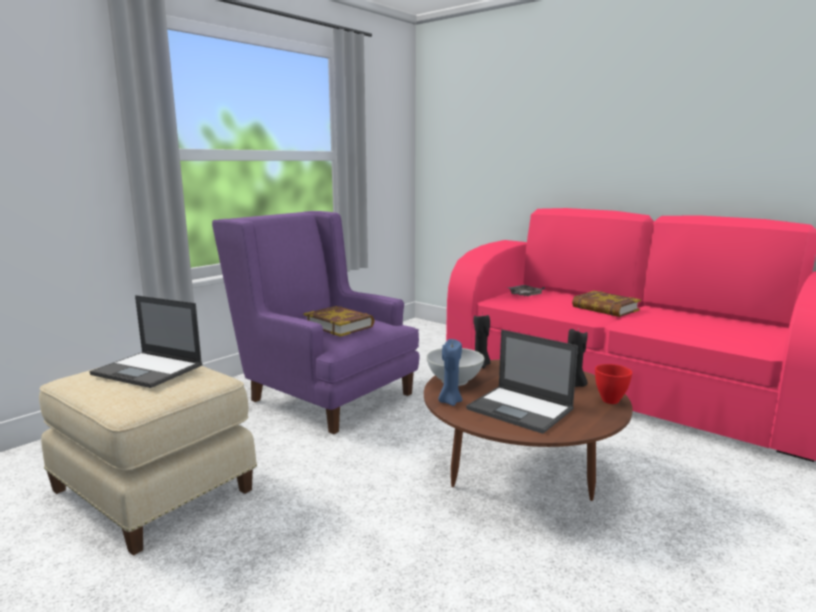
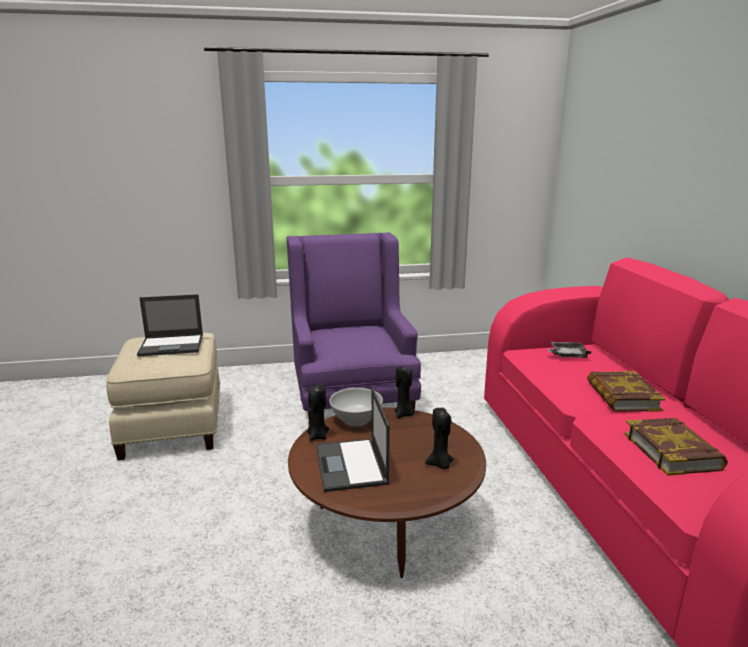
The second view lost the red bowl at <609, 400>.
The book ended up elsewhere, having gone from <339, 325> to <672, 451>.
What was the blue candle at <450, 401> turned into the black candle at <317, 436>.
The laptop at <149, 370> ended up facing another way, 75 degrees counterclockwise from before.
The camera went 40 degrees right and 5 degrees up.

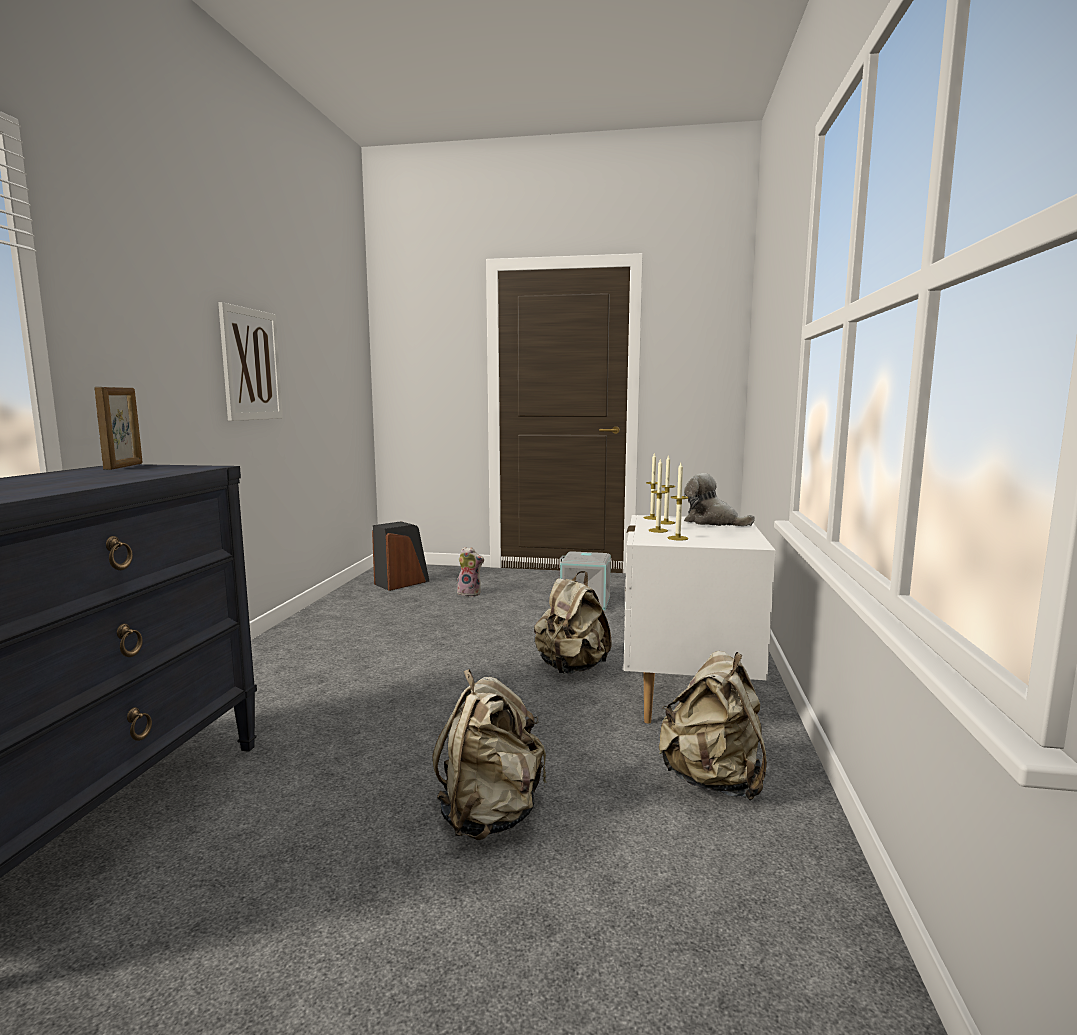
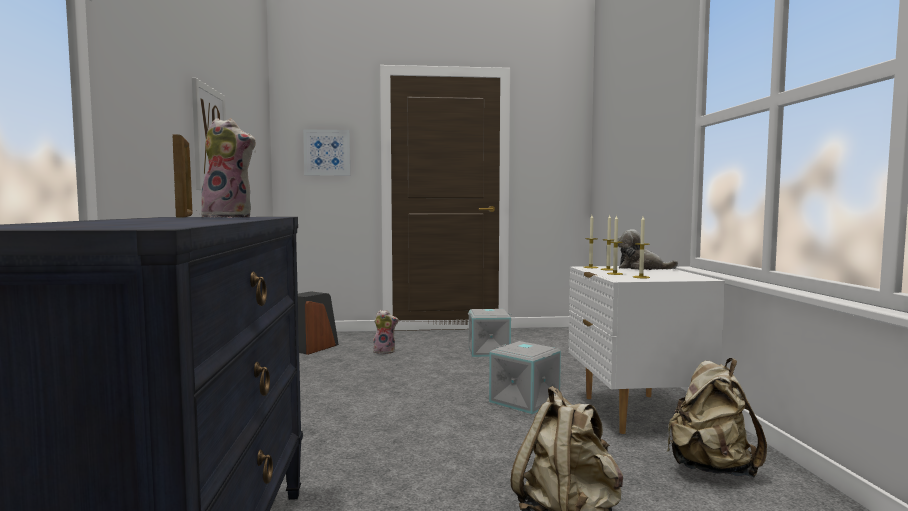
The second view gained the plush toy at <230, 217>.
The second view gained the picture at <327, 152>.
Where the beige backpack stood at <571, 668>, the grey storage box came to stand at <525, 400>.
The camera went 15 degrees left and 5 degrees down.

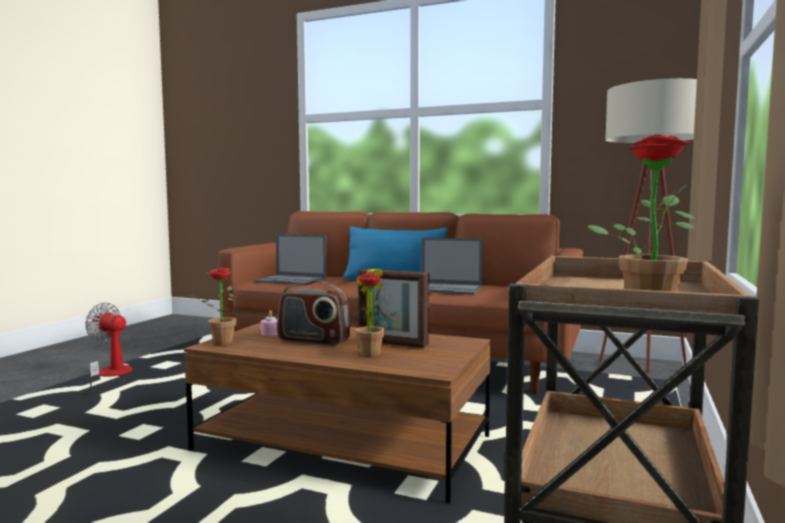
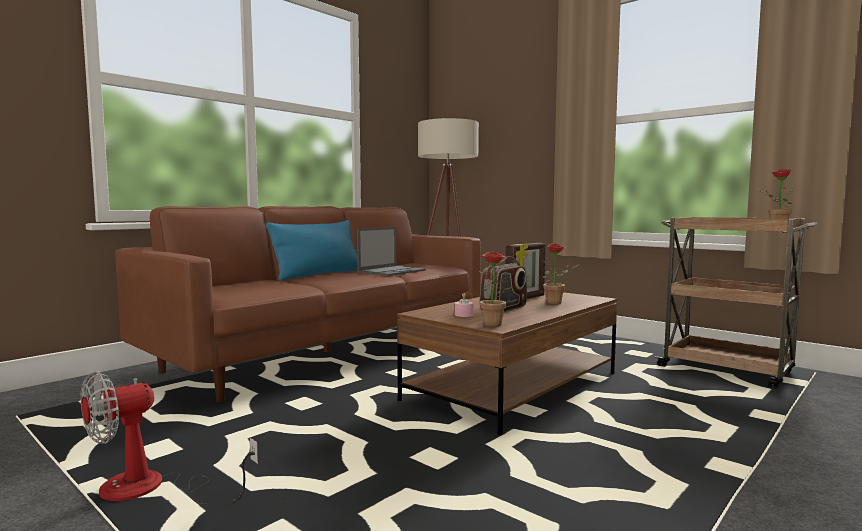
The second view lost the laptop at <292, 280>.
The camera went 70 degrees left and 0 degrees up.

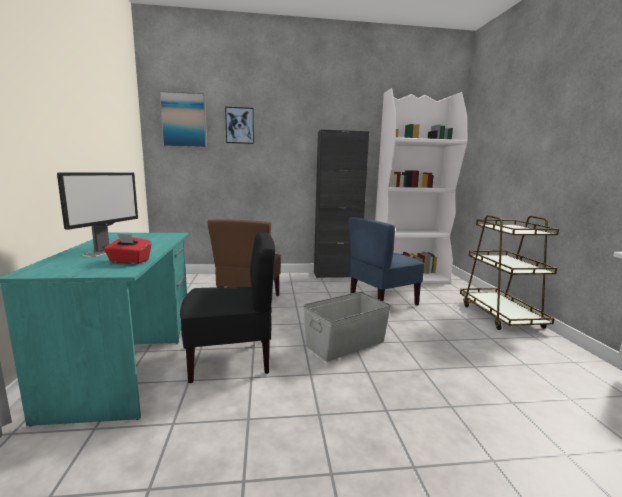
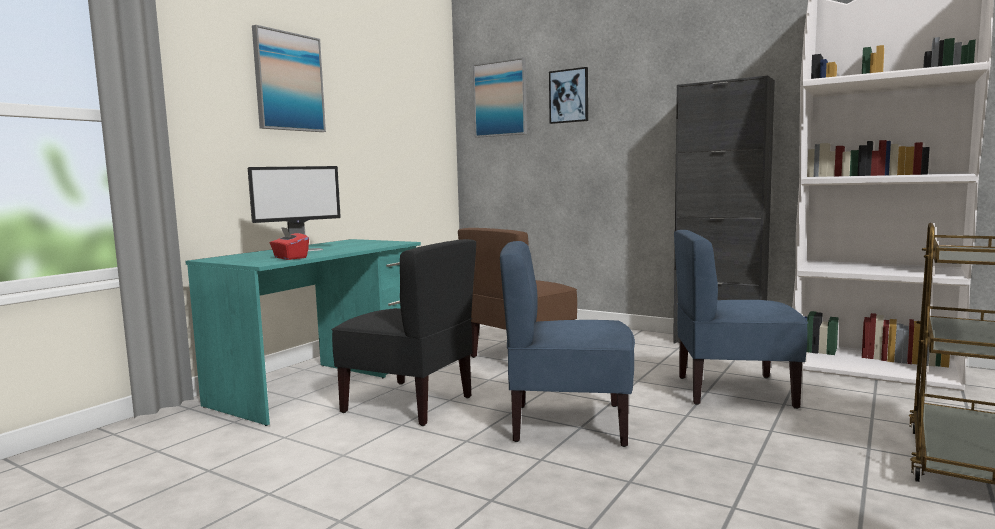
The second view gained the picture at <288, 82>.
Where the grey storage box stood at <344, 343>, the blue chair came to stand at <568, 424>.
The camera went 40 degrees right and 5 degrees down.

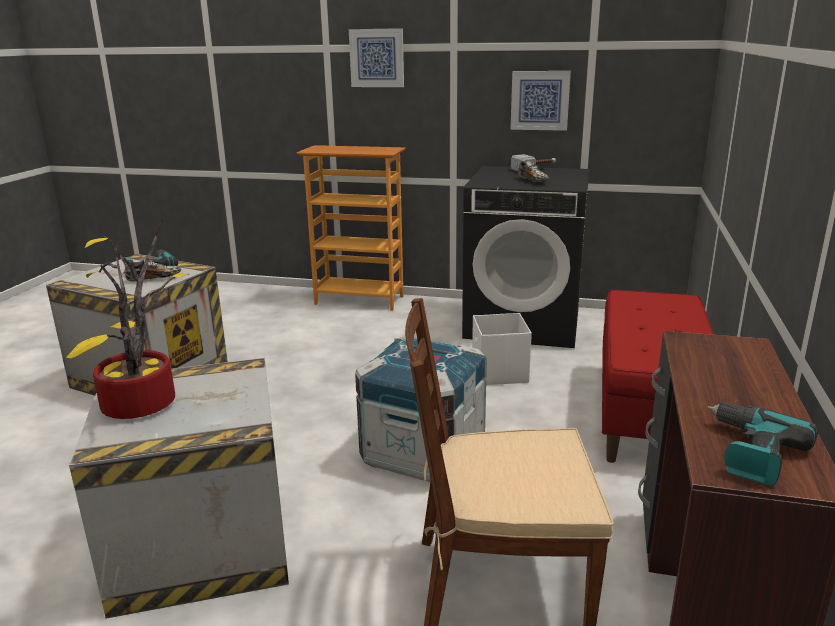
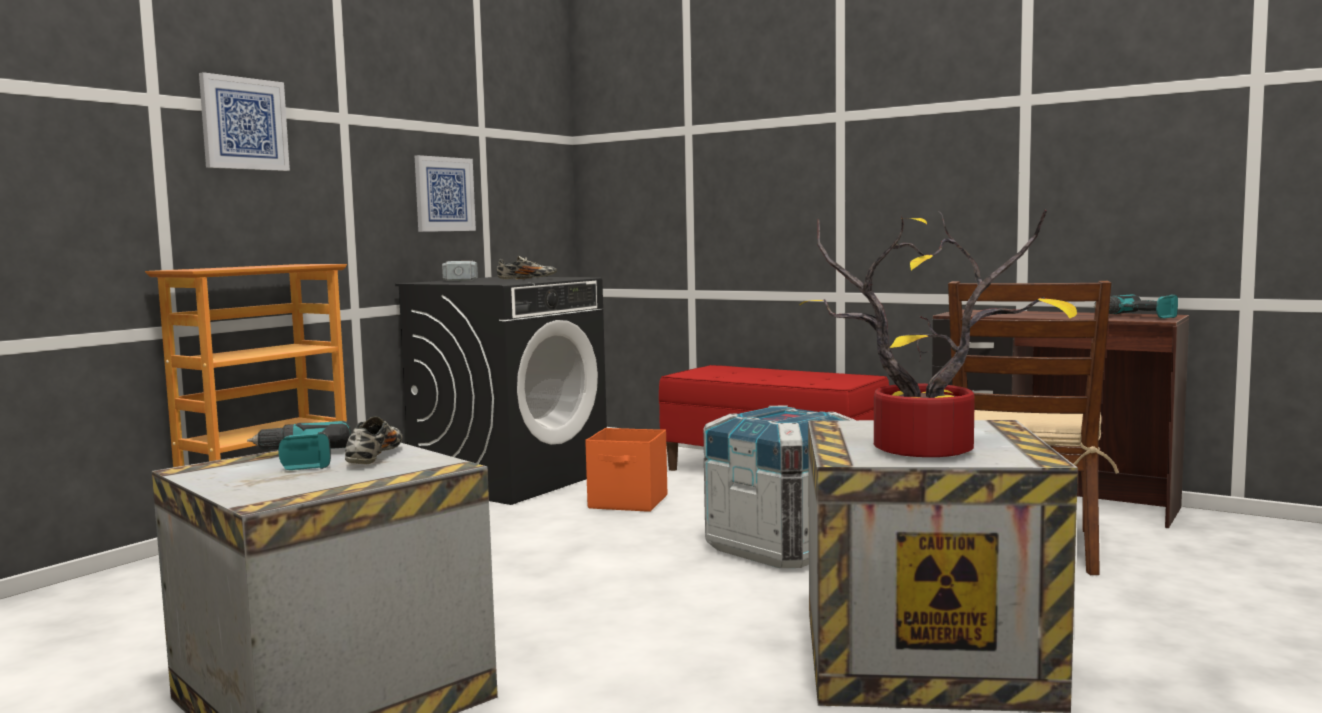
What was the white storage box at <499, 373> turned into the orange storage box at <629, 502>.
The camera went 70 degrees left and 15 degrees down.

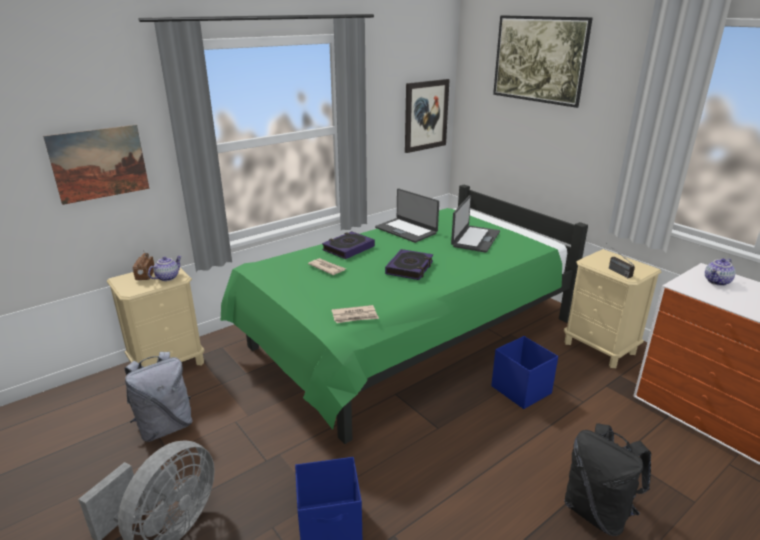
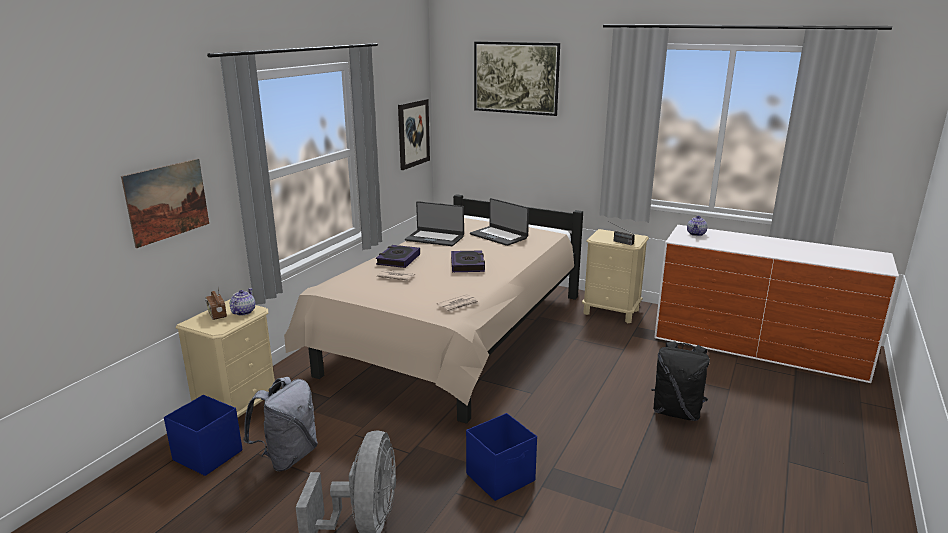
The blue storage box ended up elsewhere, having gone from <520, 389> to <207, 455>.
What was the green bed at <406, 337> turned into the beige bed at <455, 337>.
The laptop at <475, 239> ended up facing another way, 135 degrees clockwise from before.
The camera went 25 degrees left and 5 degrees down.

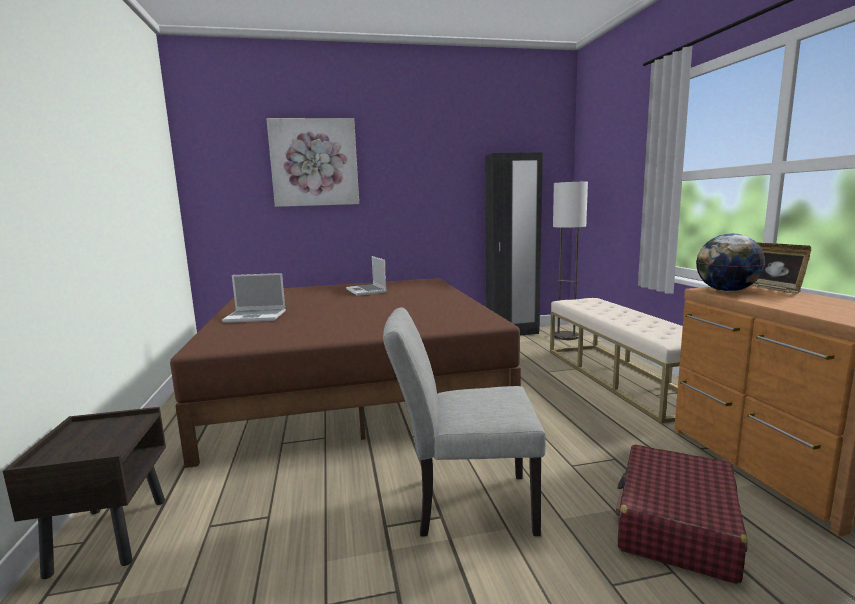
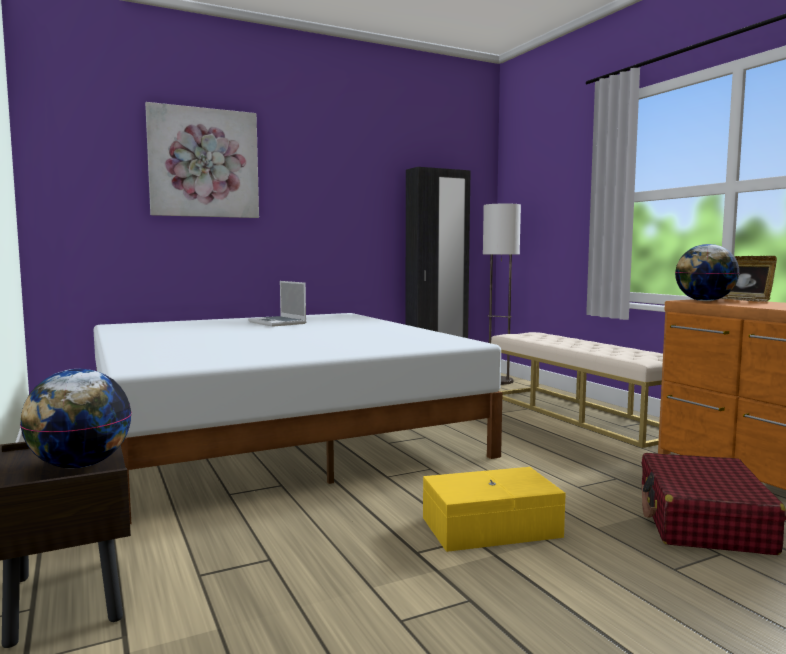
The second view lost the laptop at <256, 317>.
The second view gained the globe at <80, 465>.
Where the grey chair stood at <463, 504>, the yellow storage box came to stand at <489, 526>.
What was the brown bed at <354, 381> turned into the white bed at <275, 431>.
The camera went 15 degrees left and 5 degrees down.

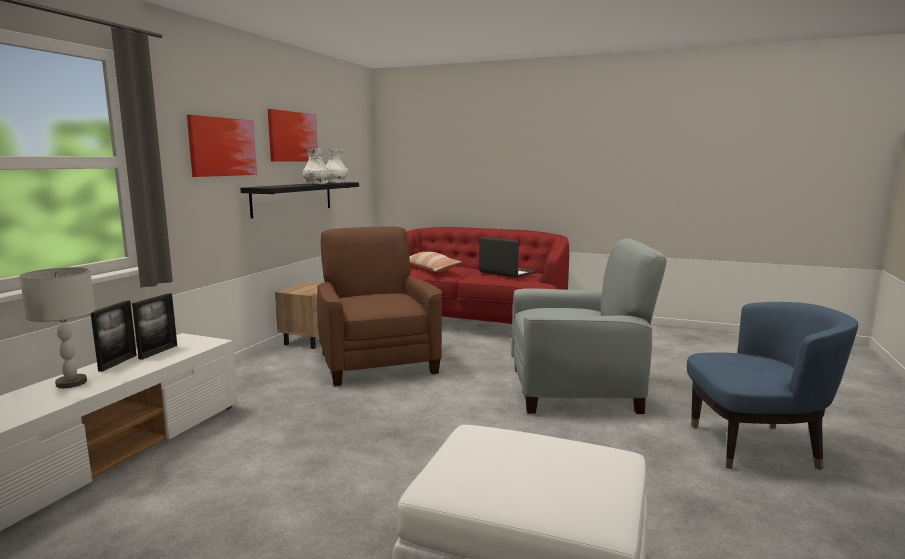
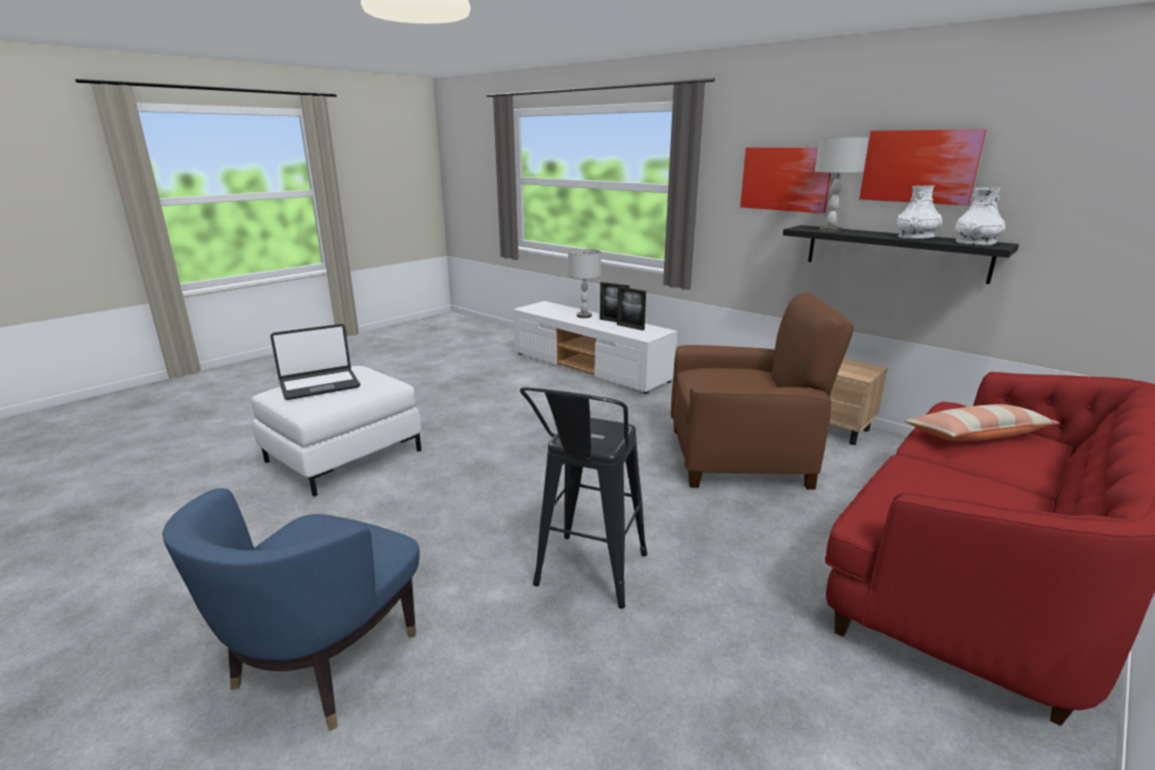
The second view gained the grey table lamp at <830, 230>.
The laptop ended up elsewhere, having gone from <507, 273> to <319, 385>.
Where the grey armchair stood at <576, 390>, the black stool came to stand at <586, 577>.
The camera went 110 degrees right and 10 degrees up.

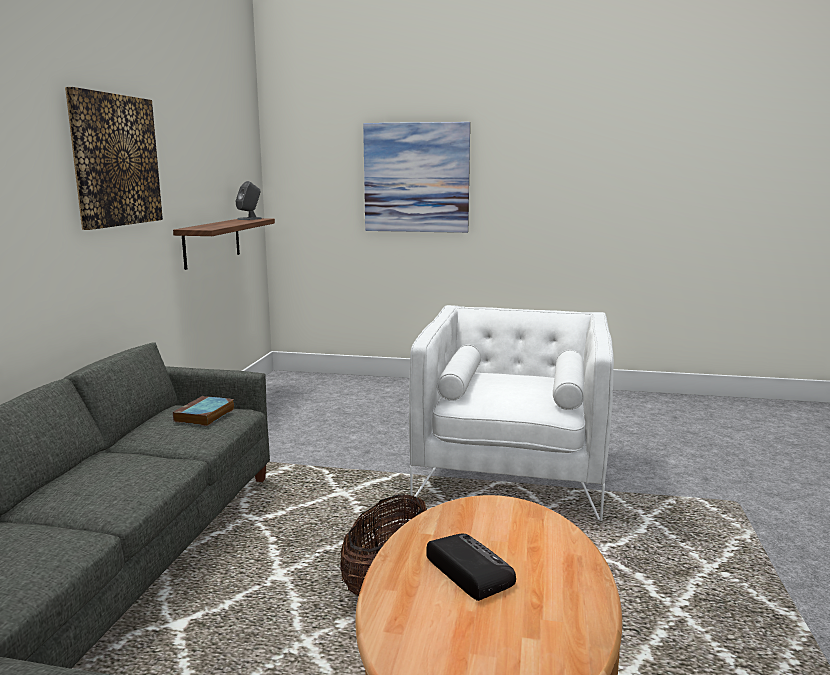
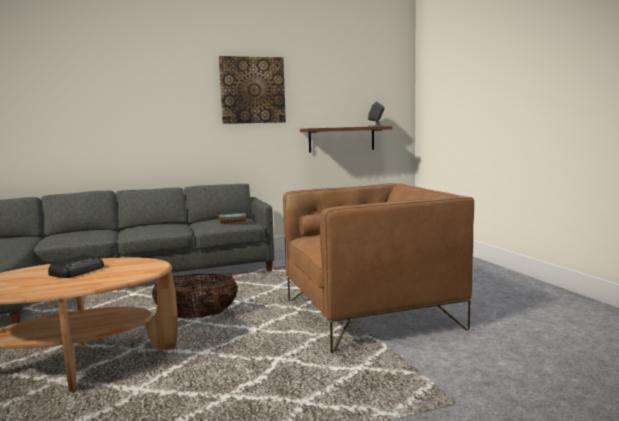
The second view lost the picture at <416, 178>.
What was the white armchair at <511, 472> turned into the brown armchair at <371, 314>.
The camera went 60 degrees right and 5 degrees down.

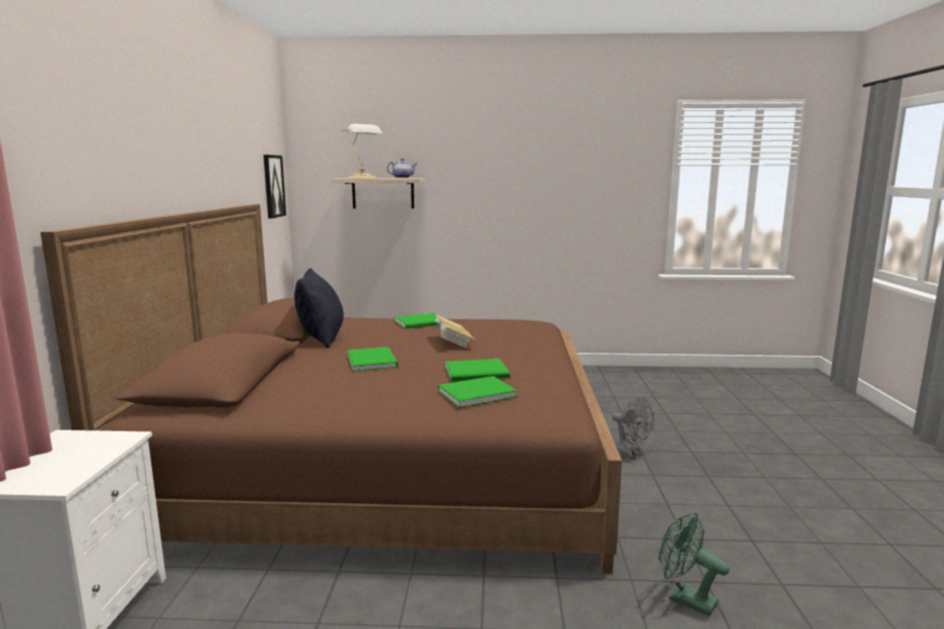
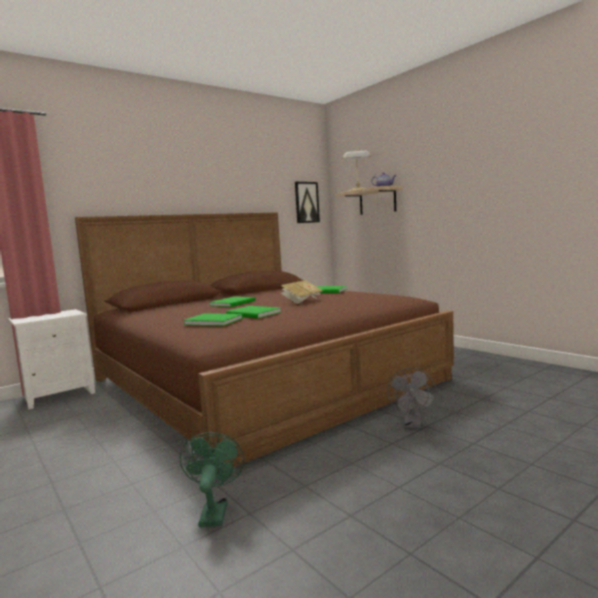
The second view lost the black pillow at <321, 339>.
The camera went 50 degrees right and 5 degrees down.

